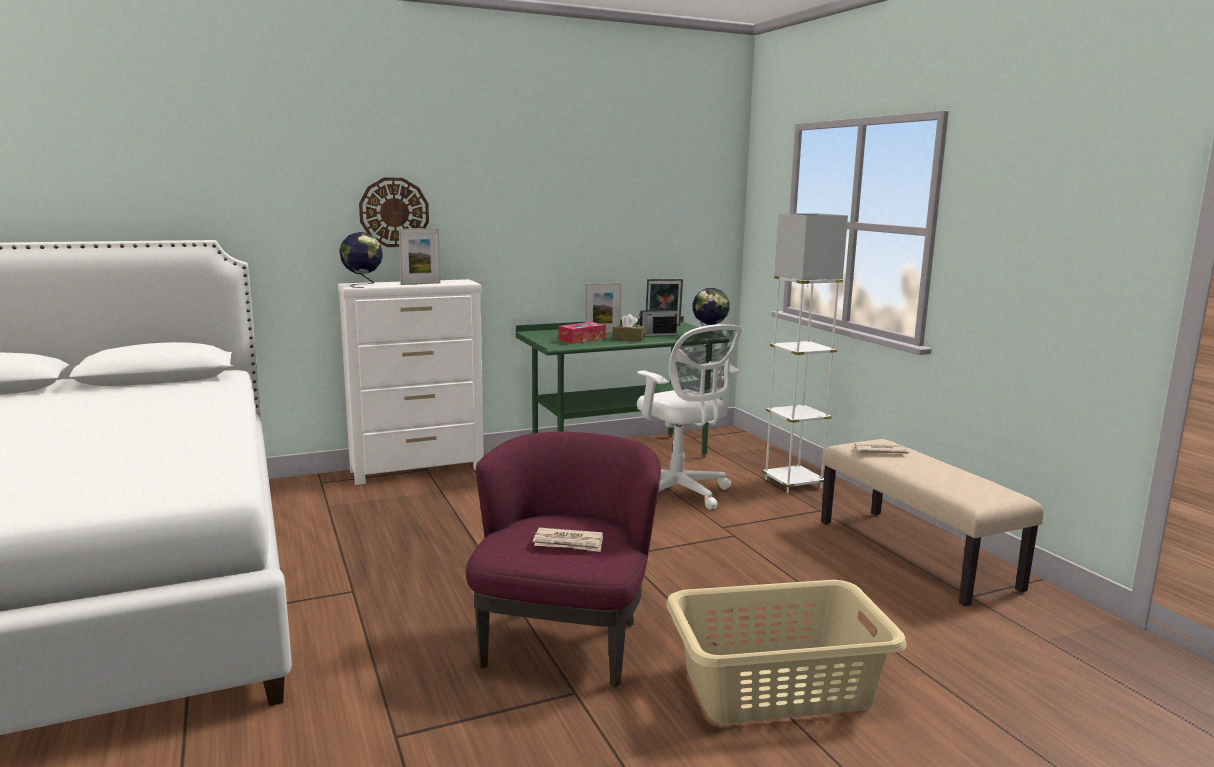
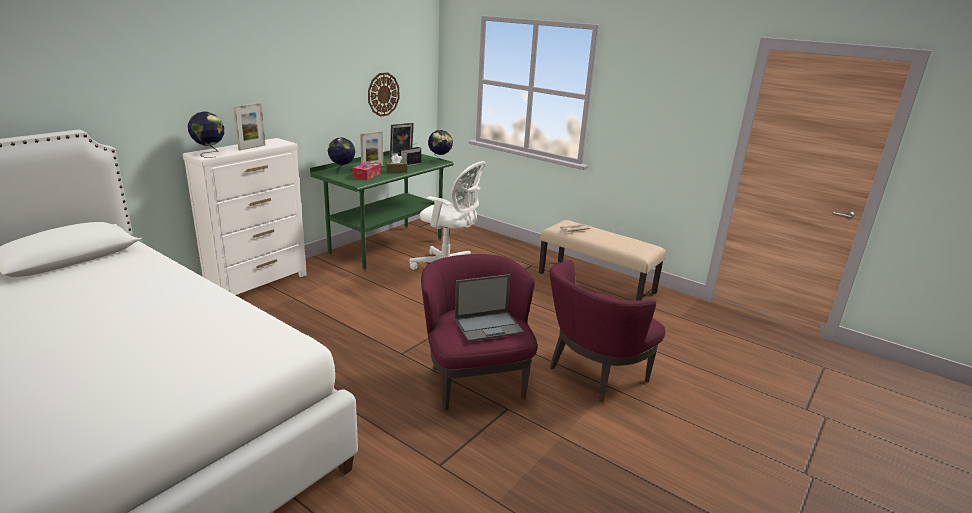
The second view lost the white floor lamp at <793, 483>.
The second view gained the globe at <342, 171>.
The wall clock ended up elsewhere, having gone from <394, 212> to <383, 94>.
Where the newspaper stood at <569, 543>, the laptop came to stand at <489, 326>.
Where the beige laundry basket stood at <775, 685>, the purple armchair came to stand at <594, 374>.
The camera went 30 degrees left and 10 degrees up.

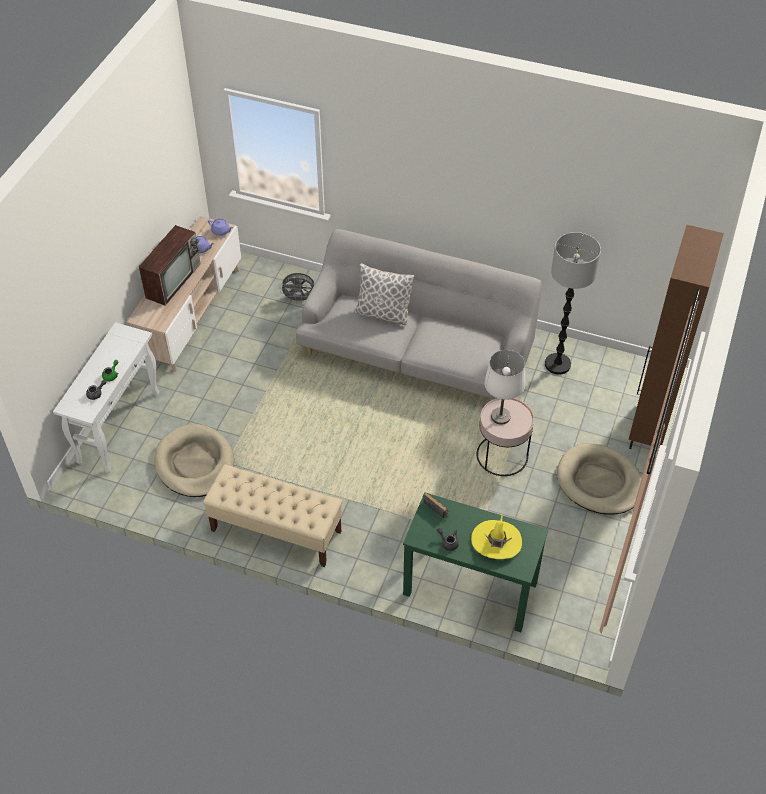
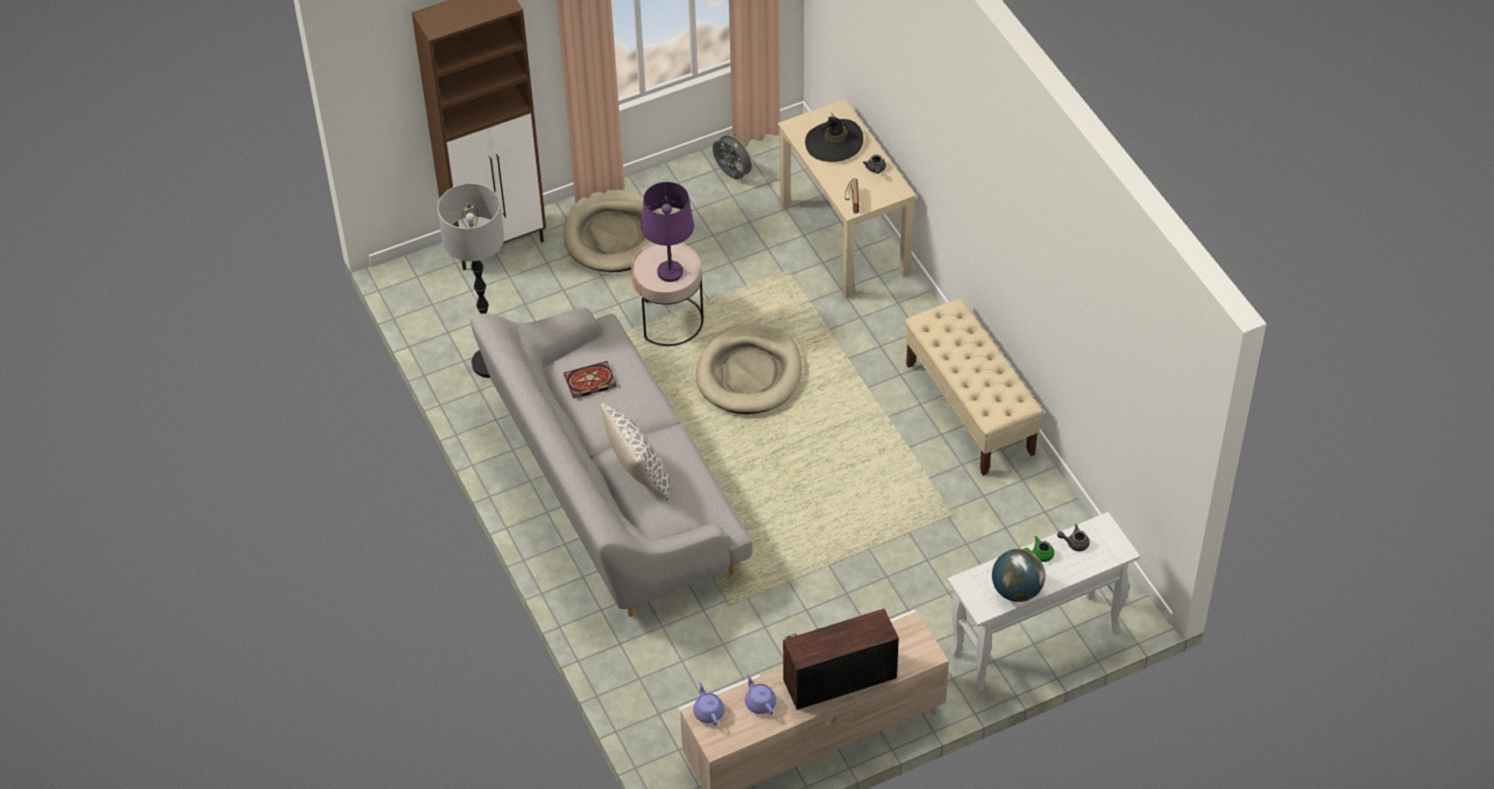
The second view gained the book at <589, 382>.
The second view gained the globe at <1016, 591>.
The beige dog bed ended up elsewhere, having gone from <195, 463> to <749, 373>.
The grey fan ended up elsewhere, having gone from <299, 299> to <732, 175>.
What was the green desk at <469, 588> turned into the beige desk at <844, 239>.
What was the yellow hat at <496, 541> turned into the black hat at <834, 143>.
What was the white table lamp at <500, 417> turned into the purple table lamp at <670, 272>.
The camera went 135 degrees left and 0 degrees up.

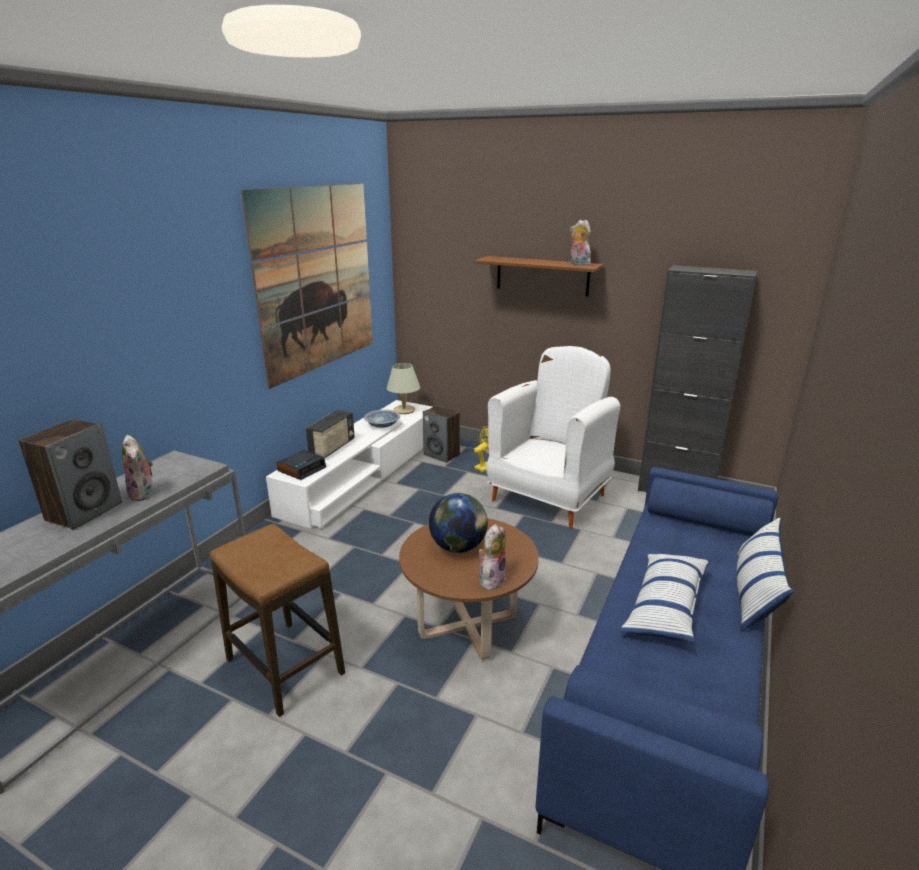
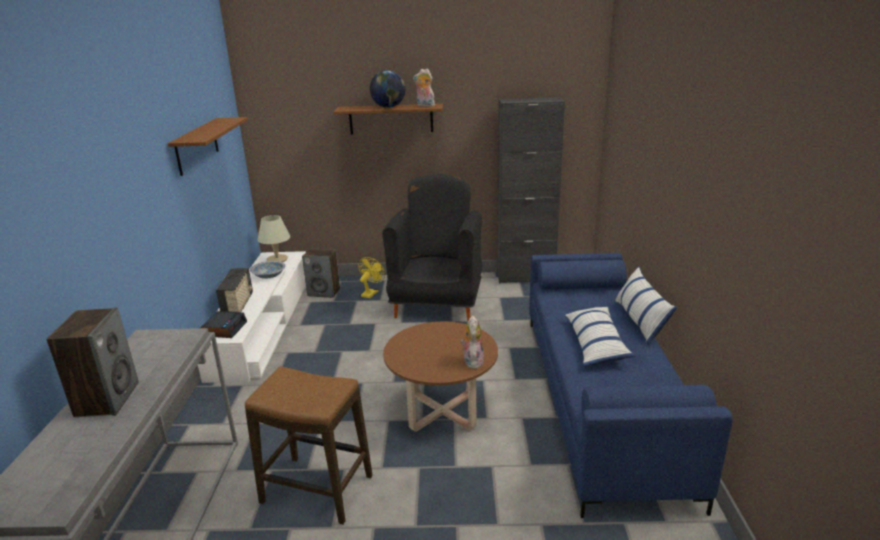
The second view lost the plush toy at <144, 494>.
The globe ended up elsewhere, having gone from <458, 547> to <389, 107>.
Where the picture hung at <317, 280>, the brown shelf came to hang at <197, 146>.
What was the white armchair at <549, 497> turned into the black armchair at <437, 304>.
The camera went 25 degrees left and 0 degrees up.

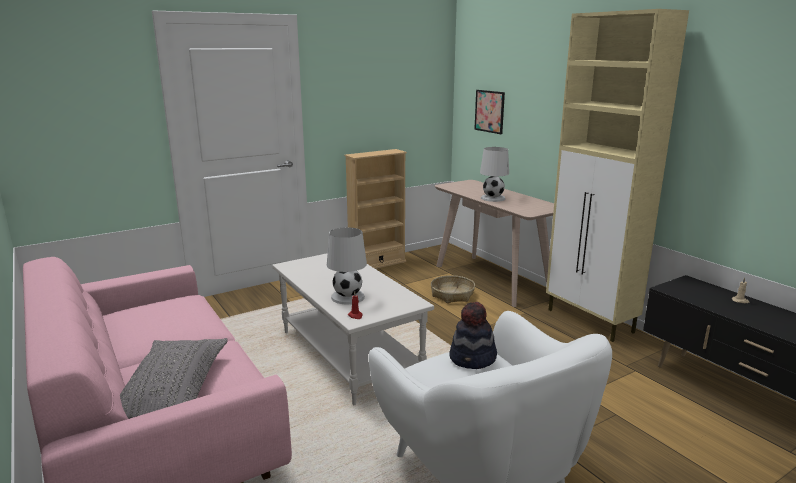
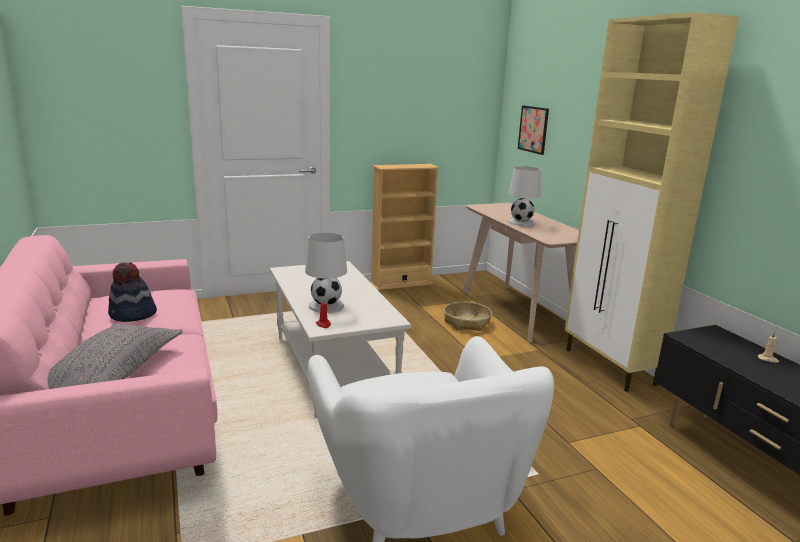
The hat ended up elsewhere, having gone from <473, 359> to <132, 315>.
The camera went 10 degrees right and 0 degrees up.

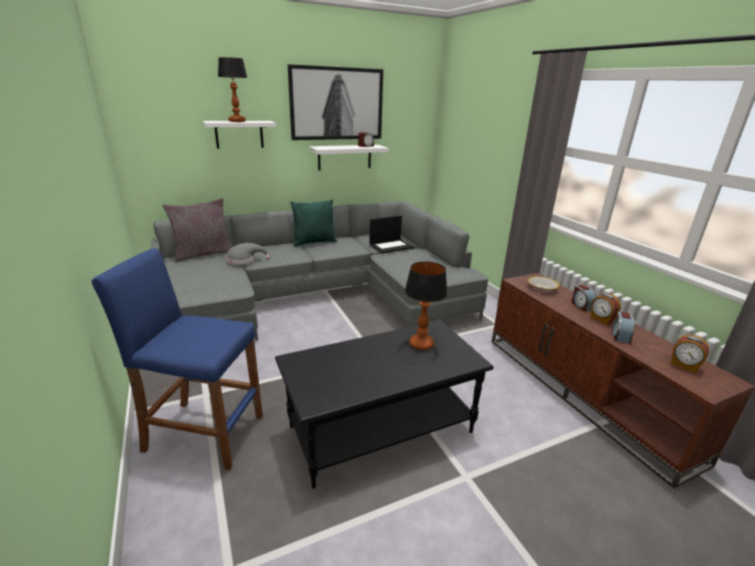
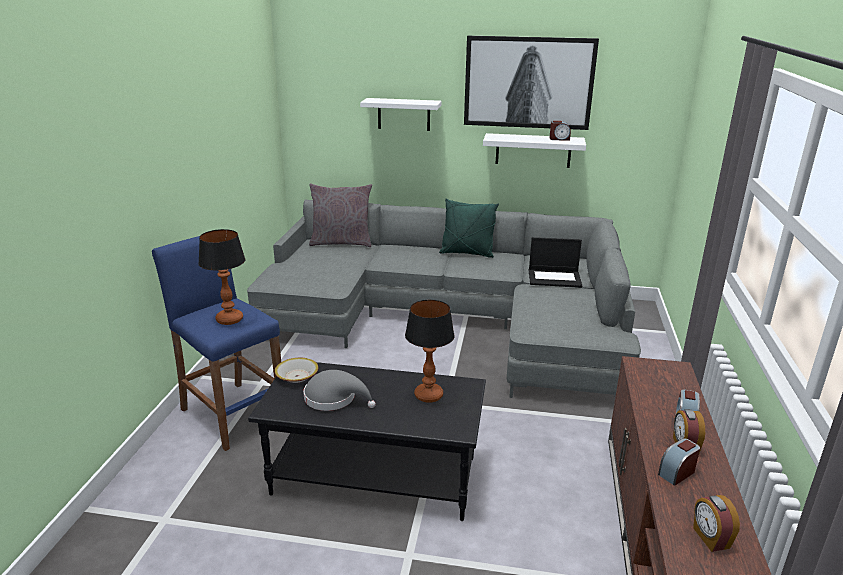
The table lamp ended up elsewhere, having gone from <237, 121> to <230, 319>.
The grey hat ended up elsewhere, having gone from <243, 260> to <334, 398>.
The bowl ended up elsewhere, having gone from <542, 288> to <297, 376>.
The camera went 35 degrees right and 0 degrees up.

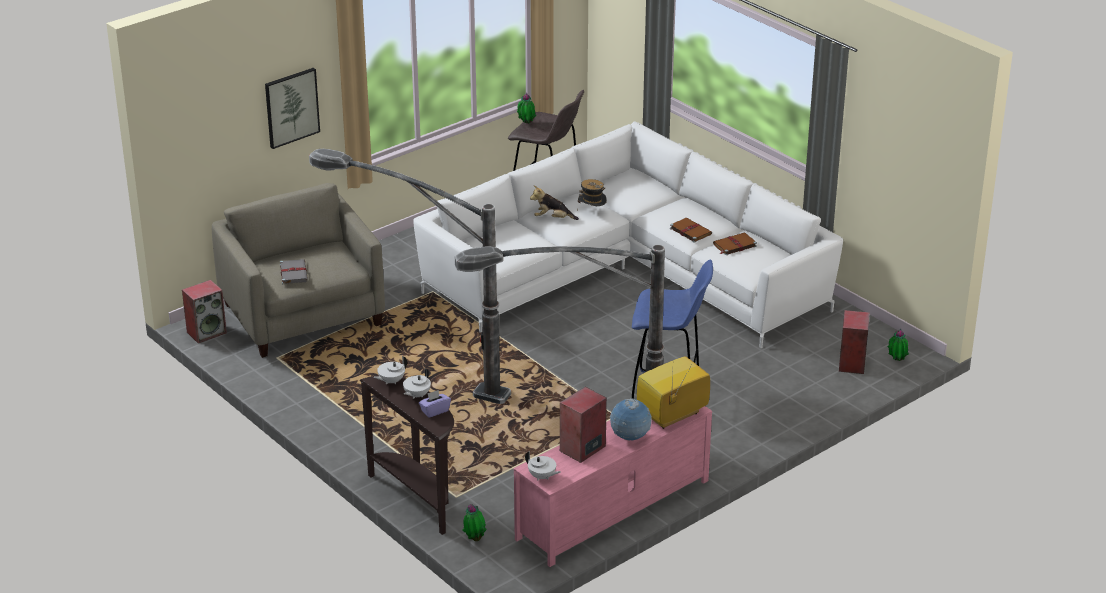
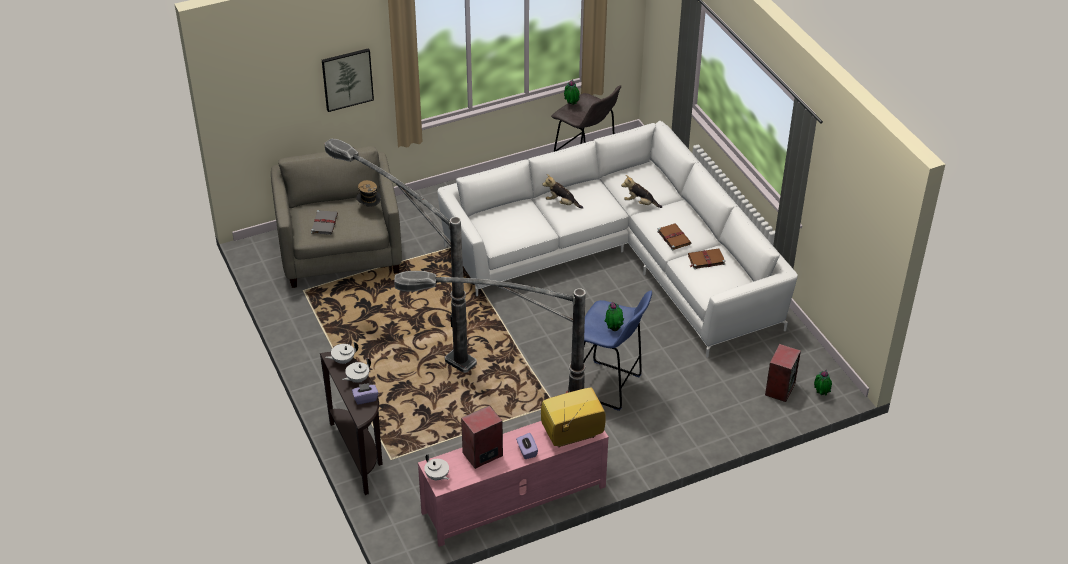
The second view lost the speaker at <207, 332>.
The second view gained the plush toy at <640, 203>.
The potted plant ended up elsewhere, having gone from <475, 539> to <614, 328>.
The hat ended up elsewhere, having gone from <592, 212> to <369, 208>.
Where the globe stood at <630, 438>, the purple tissue box came to stand at <526, 451>.
The camera went 15 degrees right and 10 degrees up.

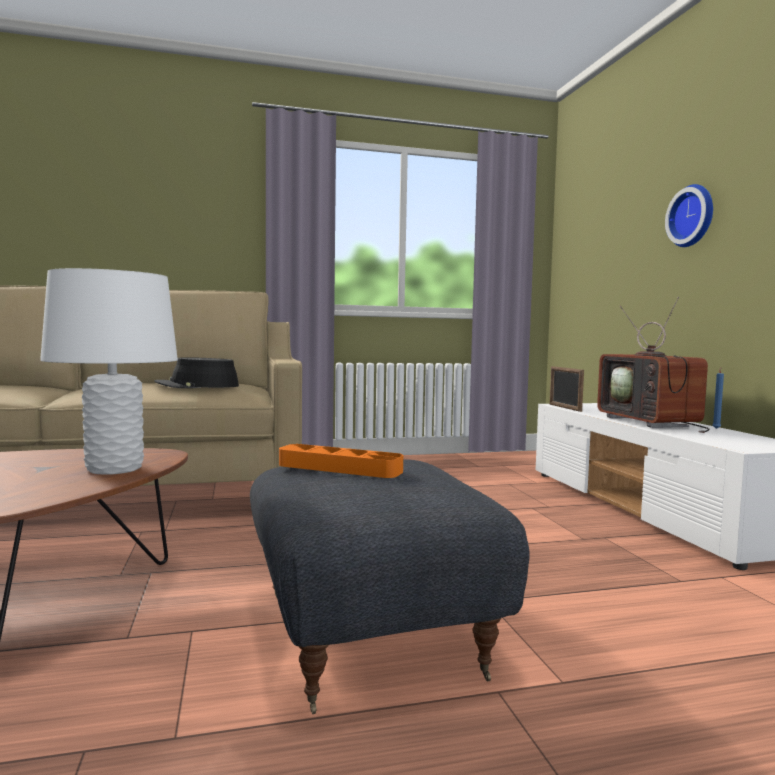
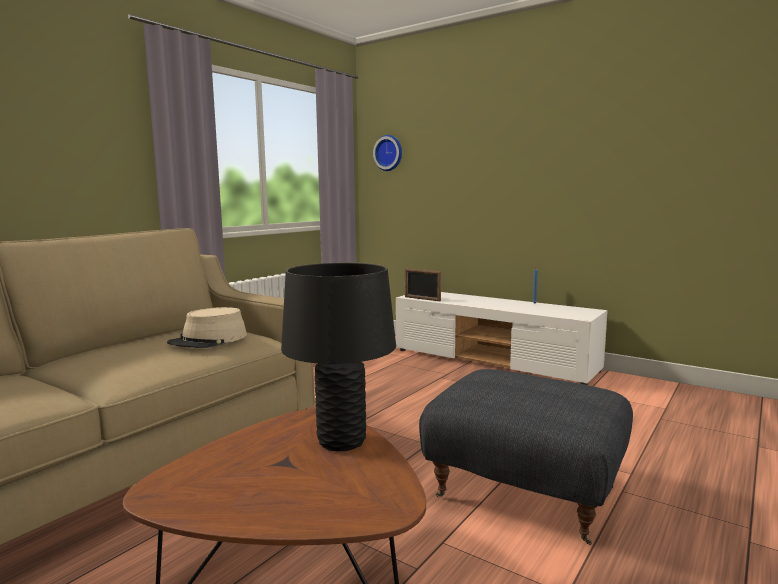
The second view lost the orange tray at <339, 468>.
The second view lost the television at <652, 422>.
The wall clock ended up elsewhere, having gone from <693, 216> to <389, 153>.
What was the white table lamp at <115, 469> turned into the black table lamp at <342, 441>.
What was the black hat at <197, 386> turned into the beige hat at <209, 340>.
The camera went 40 degrees left and 5 degrees up.

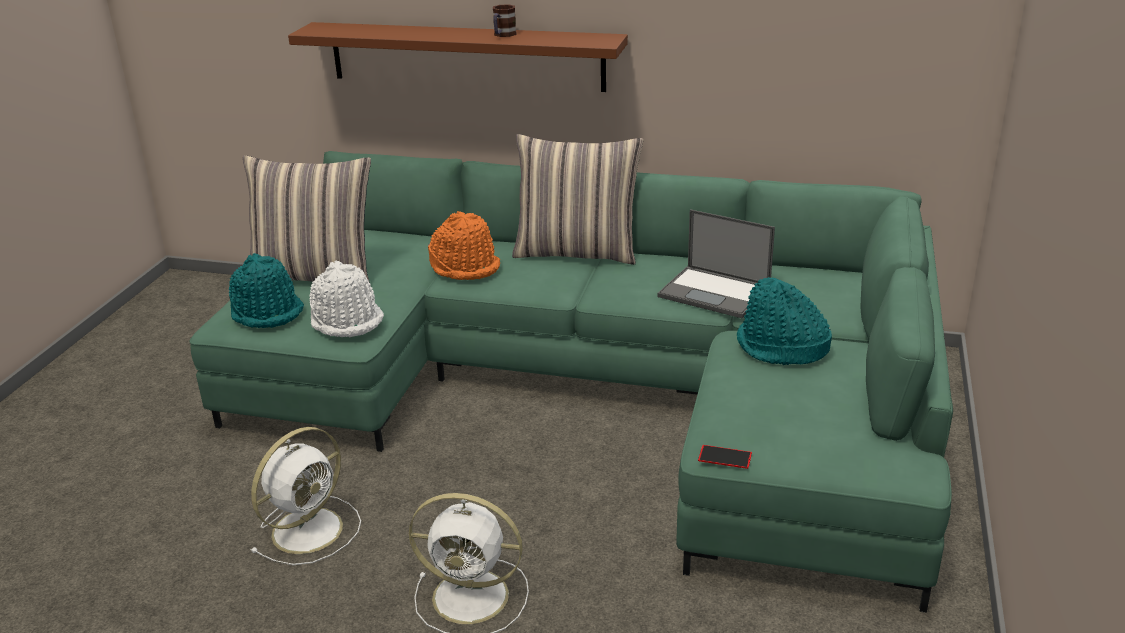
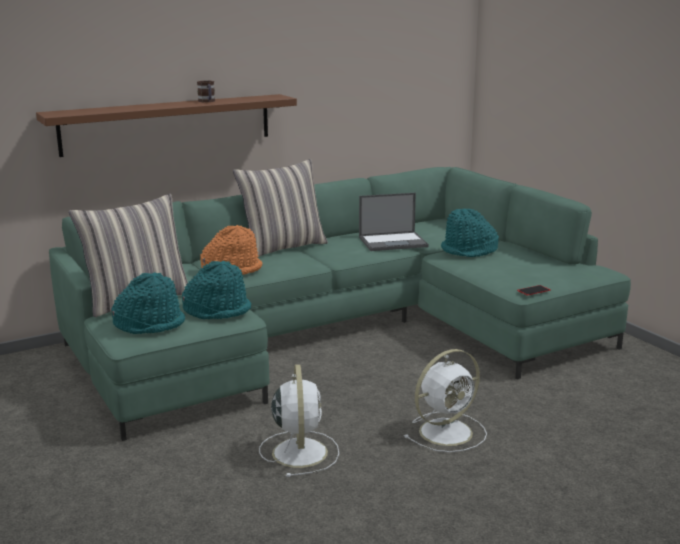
What was the white hat at <347, 320> turned into the turquoise hat at <218, 310>.
The camera went 45 degrees left and 10 degrees down.

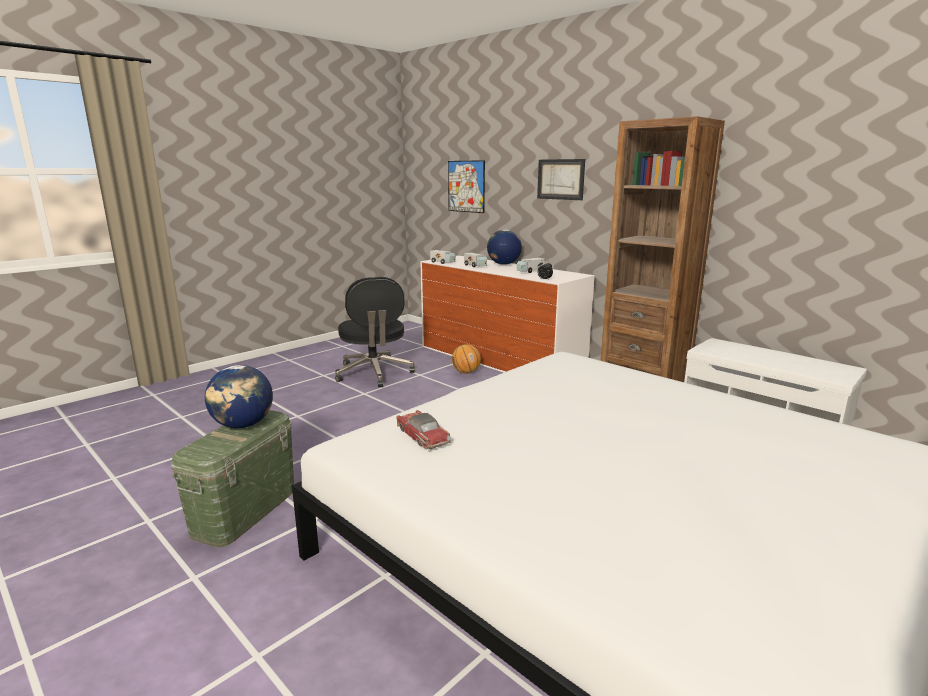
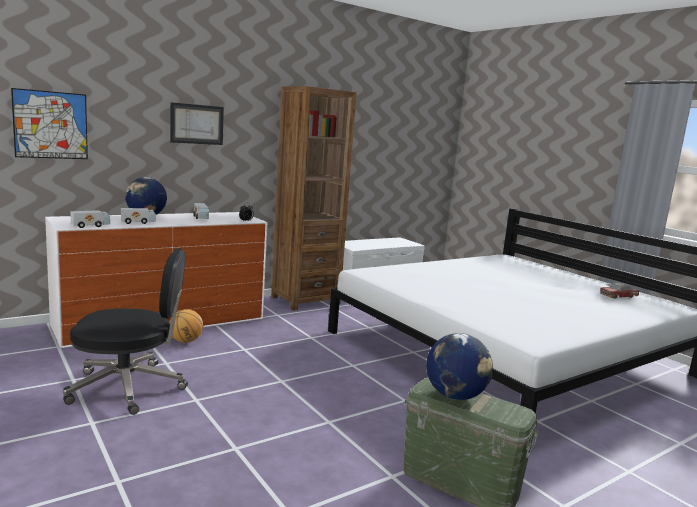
The toy car ended up elsewhere, having gone from <422, 436> to <618, 296>.
The camera went 80 degrees left and 5 degrees down.

